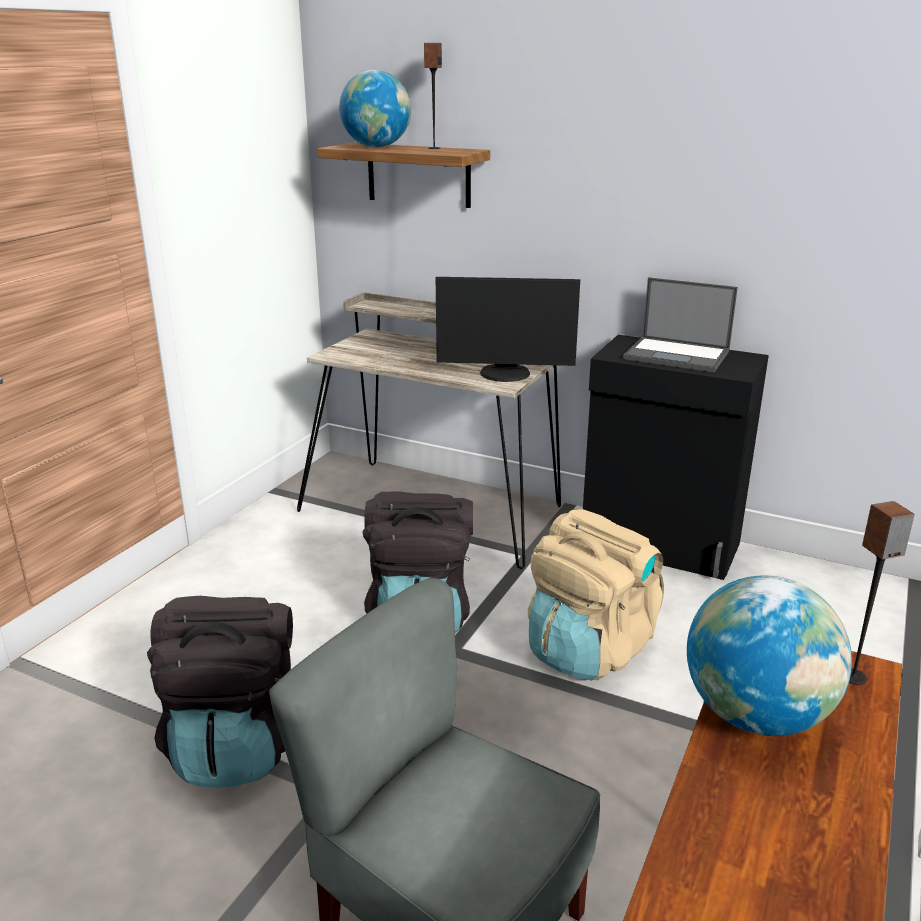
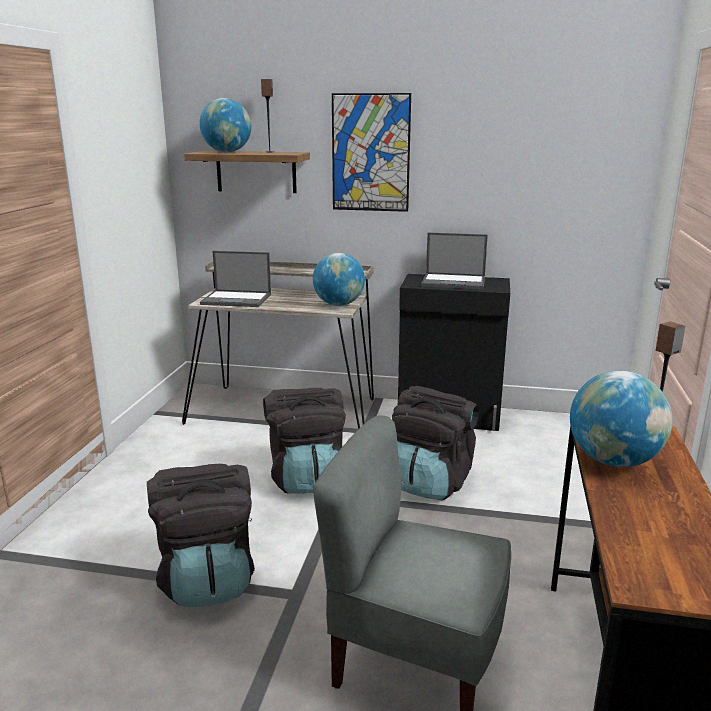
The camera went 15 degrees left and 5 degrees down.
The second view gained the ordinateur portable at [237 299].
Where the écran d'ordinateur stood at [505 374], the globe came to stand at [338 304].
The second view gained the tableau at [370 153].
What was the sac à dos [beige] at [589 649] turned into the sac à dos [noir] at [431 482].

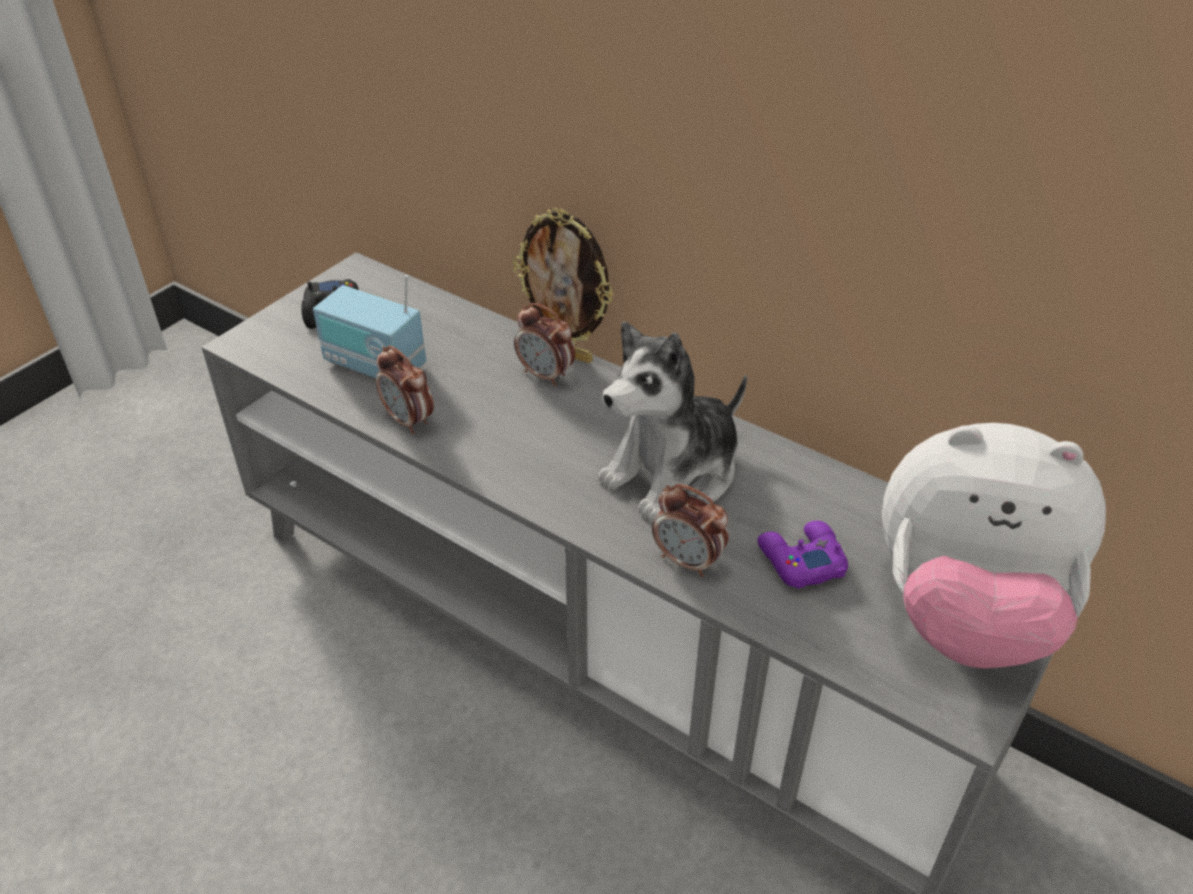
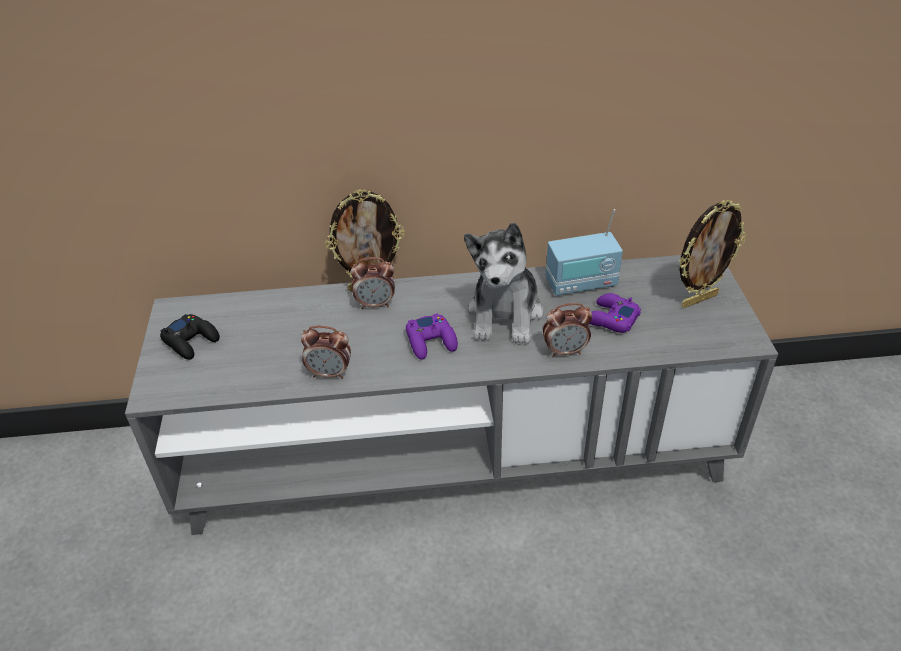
The camera went 40 degrees left and 0 degrees up.
The second view gained the manette [violet] at [431 341].
The radio ended up elsewhere, having gone from [374 365] to [581 284].
Where the peluche stood at [964 614], the cadre photo came to stand at [698 299].

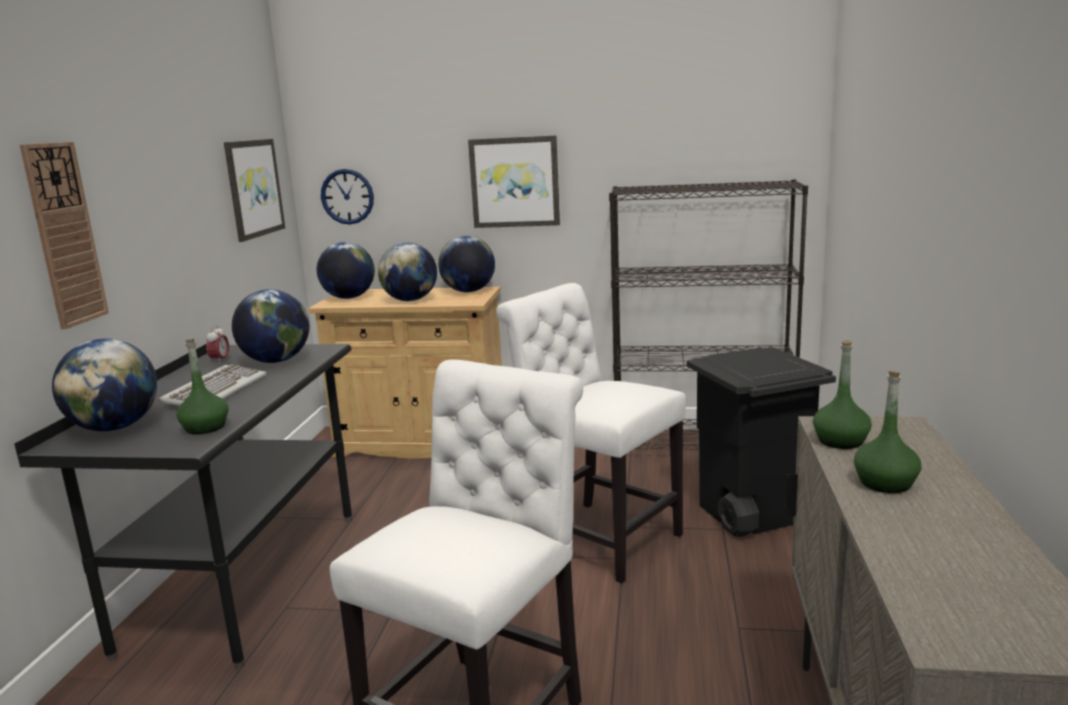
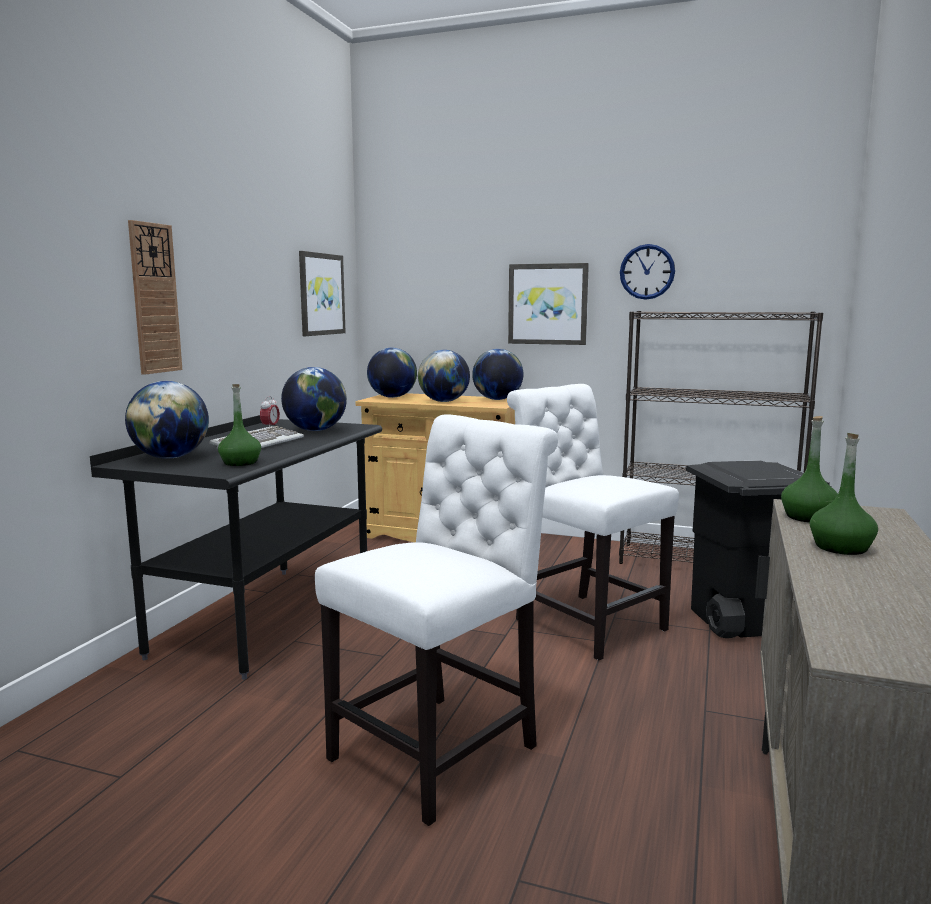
The camera went 10 degrees right and 5 degrees down.
The horloge murale ended up elsewhere, having gone from [347 196] to [647 272].

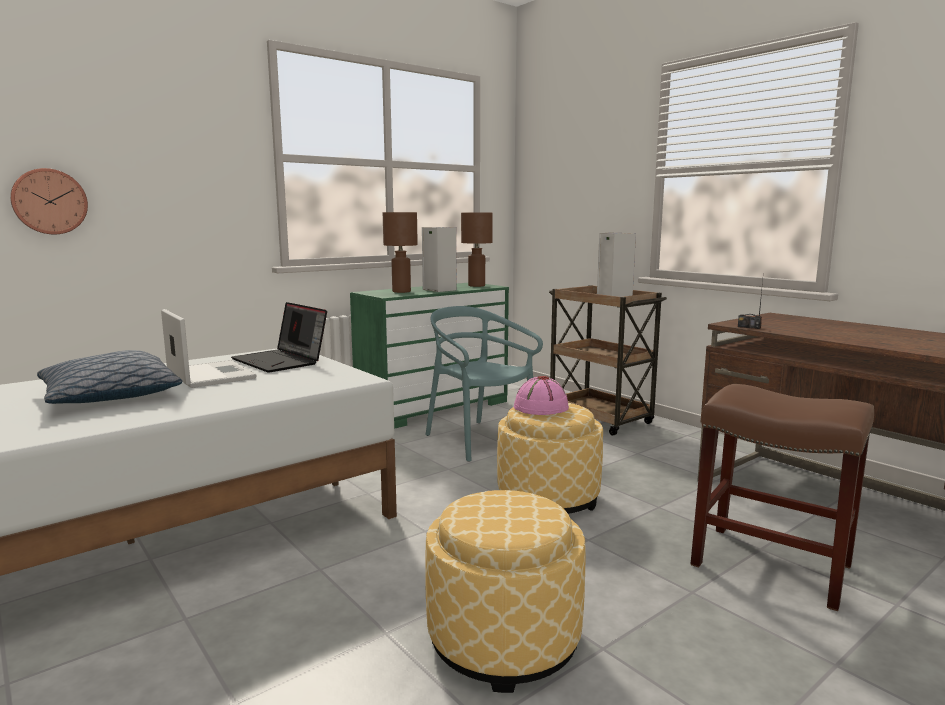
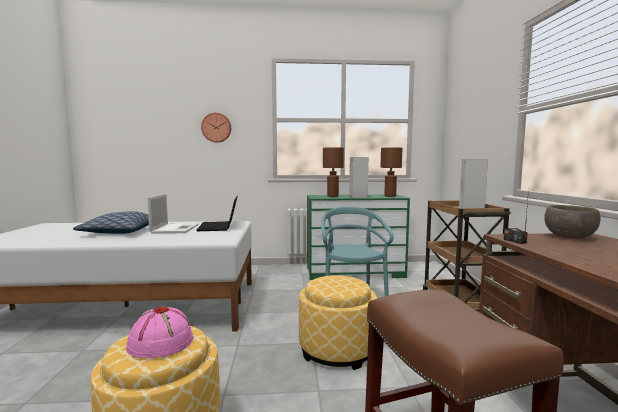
The camera went 35 degrees right and 5 degrees down.
The chapeau [rose] ended up elsewhere, having gone from [540 408] to [160 343].
The horloge murale ended up elsewhere, having gone from [49 201] to [216 127].
The second view gained the bol [marron] at [568 237].

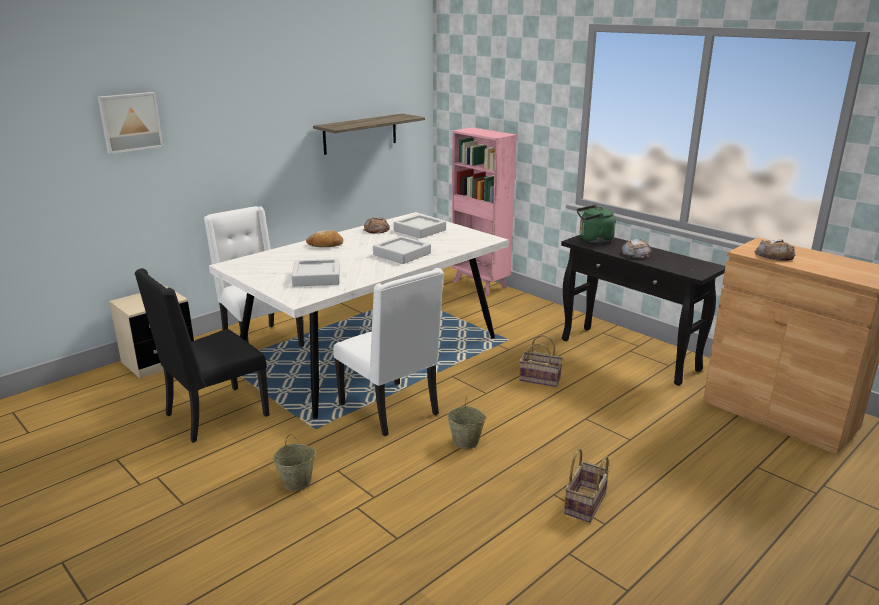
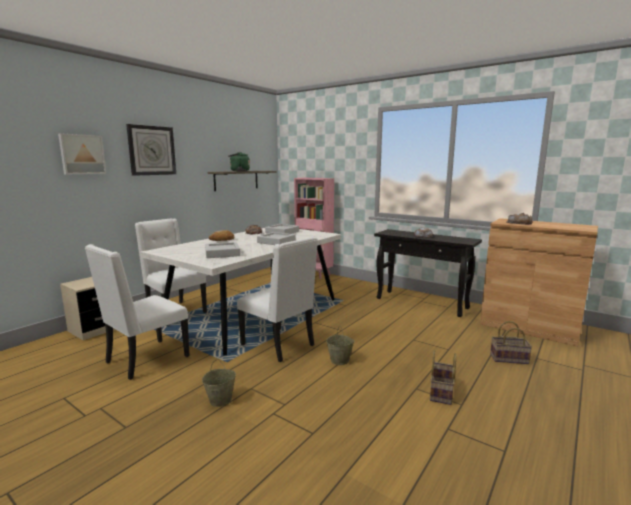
The camera went 10 degrees left and 10 degrees down.
What was the chaise [noir] at [214 415] turned into the chaise [blanc] at [145 360].
The second view gained the horloge murale at [152 150].
The bouilloire [vert] ended up elsewhere, having gone from [593 239] to [238 171].
The panier ended up elsewhere, having gone from [541 379] to [509 358].

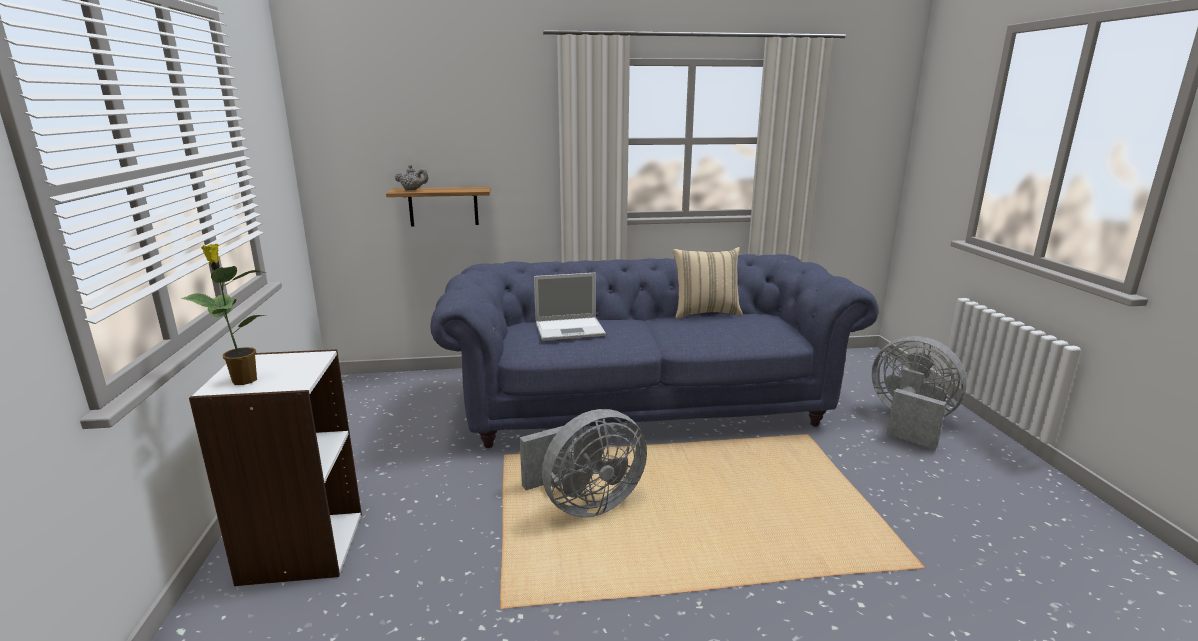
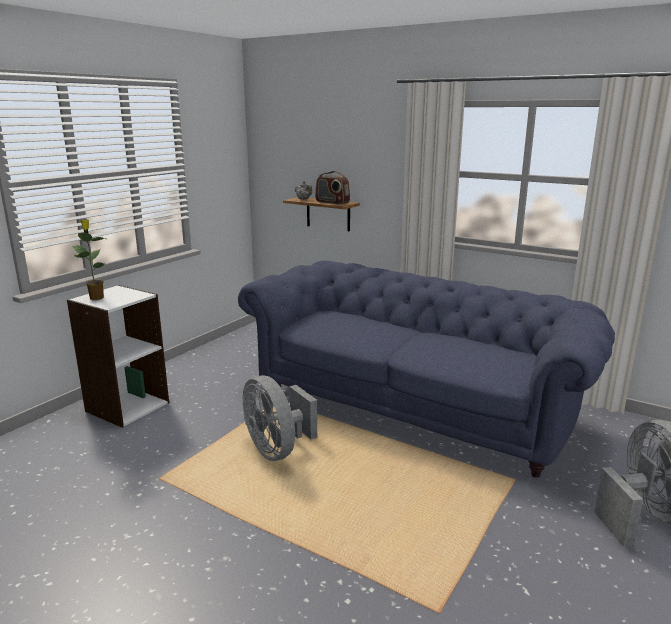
The camera went 40 degrees right and 0 degrees up.
The ventilateur [gris] at [585 504] ended up facing another way, 45 degrees clockwise from before.
The second view gained the radio at [332 202].
The second view lost the ordinateur portable at [571 329].
The second view lost the coussin [beige] at [705 313].

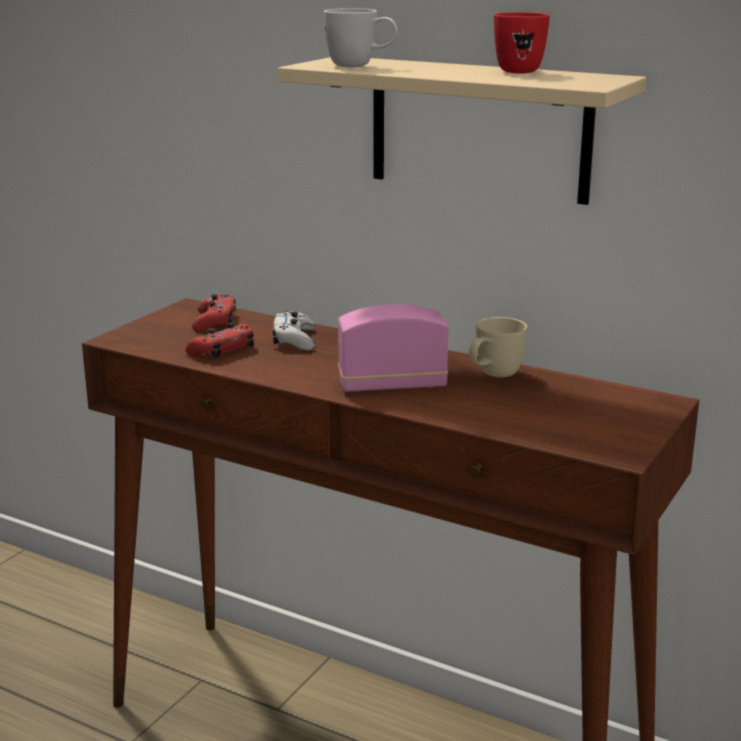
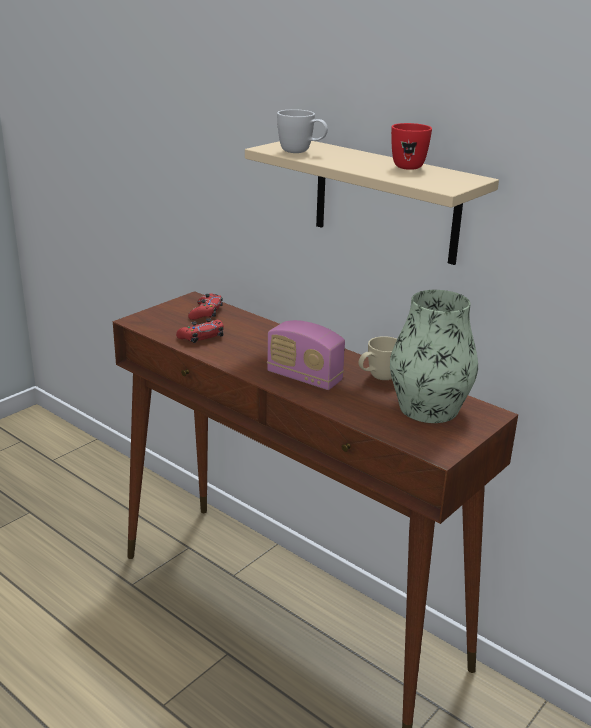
The camera went 10 degrees right and 5 degrees up.
The radio at [392 385] ended up facing another way, 150 degrees counterclockwise from before.
The second view gained the vase at [428 408].
The second view lost the manette [blanc] at [294 339].

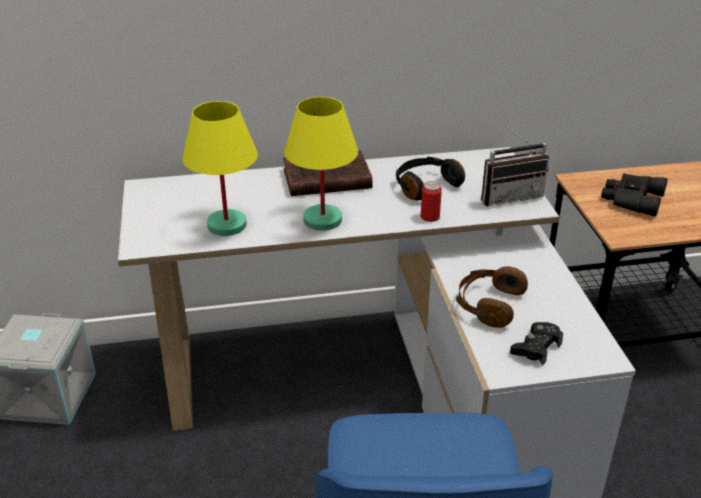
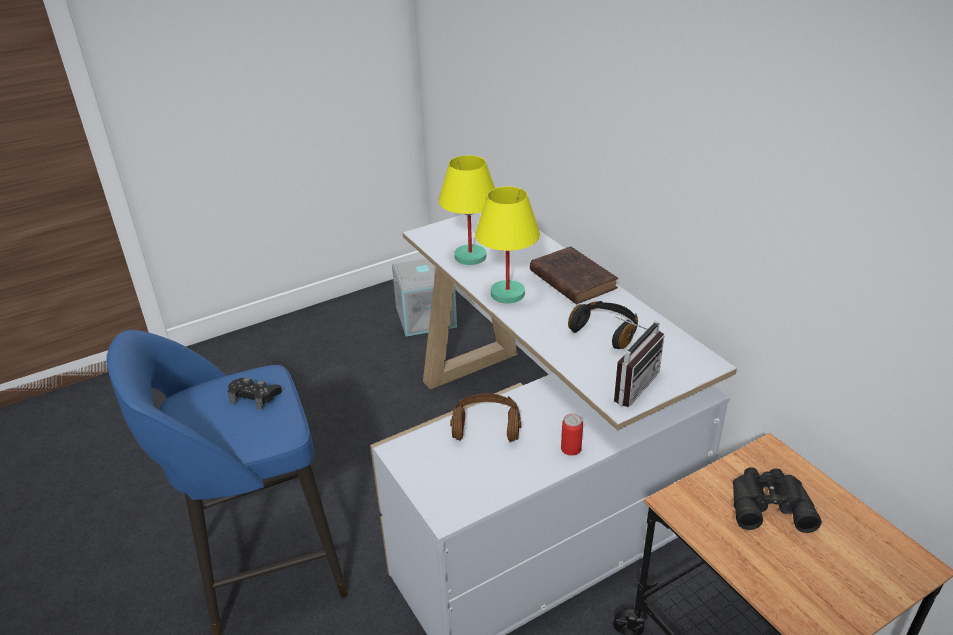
The camera went 70 degrees right and 0 degrees up.
The manette [noir] ended up elsewhere, having gone from [536 348] to [255 396].
The boîte métallique ended up elsewhere, having gone from [430 217] to [571 449].
The radio at [509 196] ended up facing another way, 105 degrees counterclockwise from before.

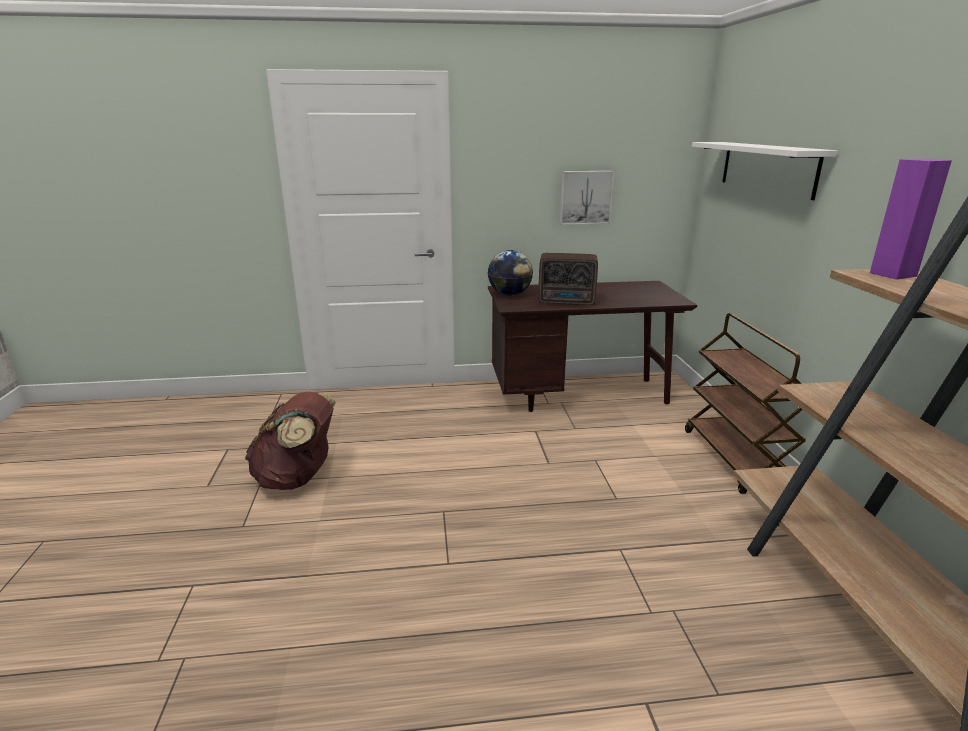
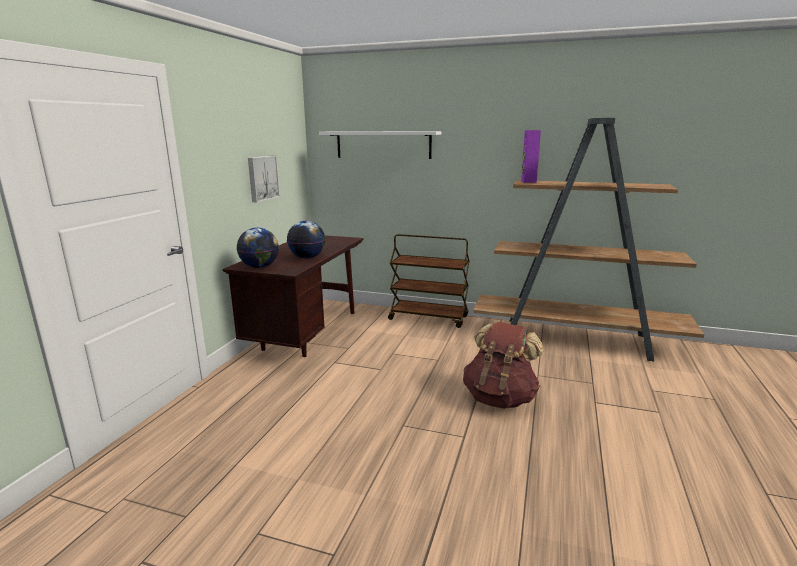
The camera went 65 degrees left and 5 degrees down.
Where the radio stood at [567 302], the globe came to stand at [307 257].
The sac à dos [marron] ended up elsewhere, having gone from [298 478] to [500 398].

